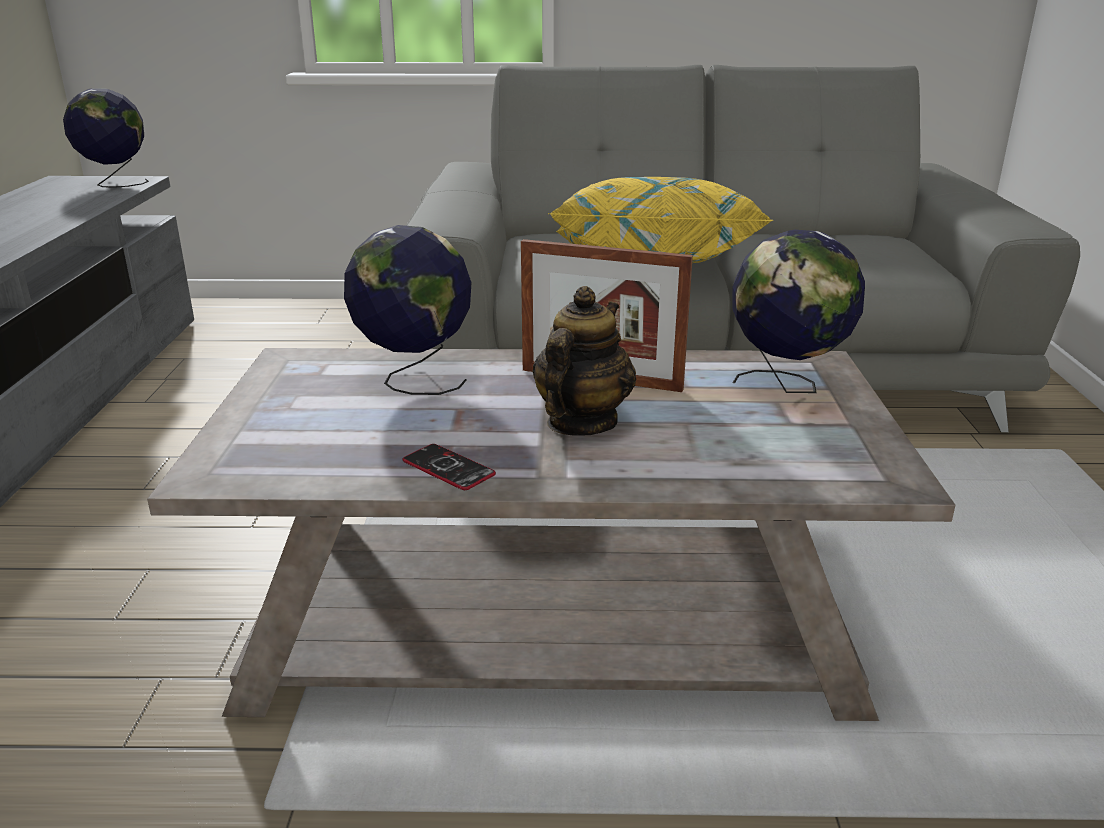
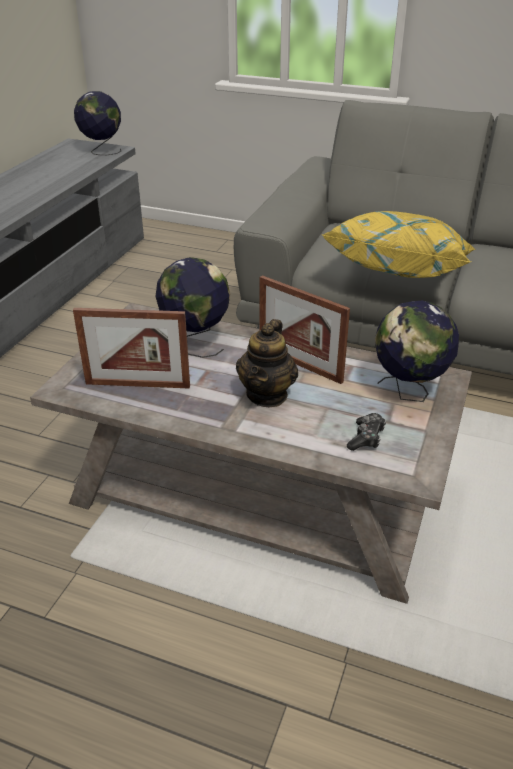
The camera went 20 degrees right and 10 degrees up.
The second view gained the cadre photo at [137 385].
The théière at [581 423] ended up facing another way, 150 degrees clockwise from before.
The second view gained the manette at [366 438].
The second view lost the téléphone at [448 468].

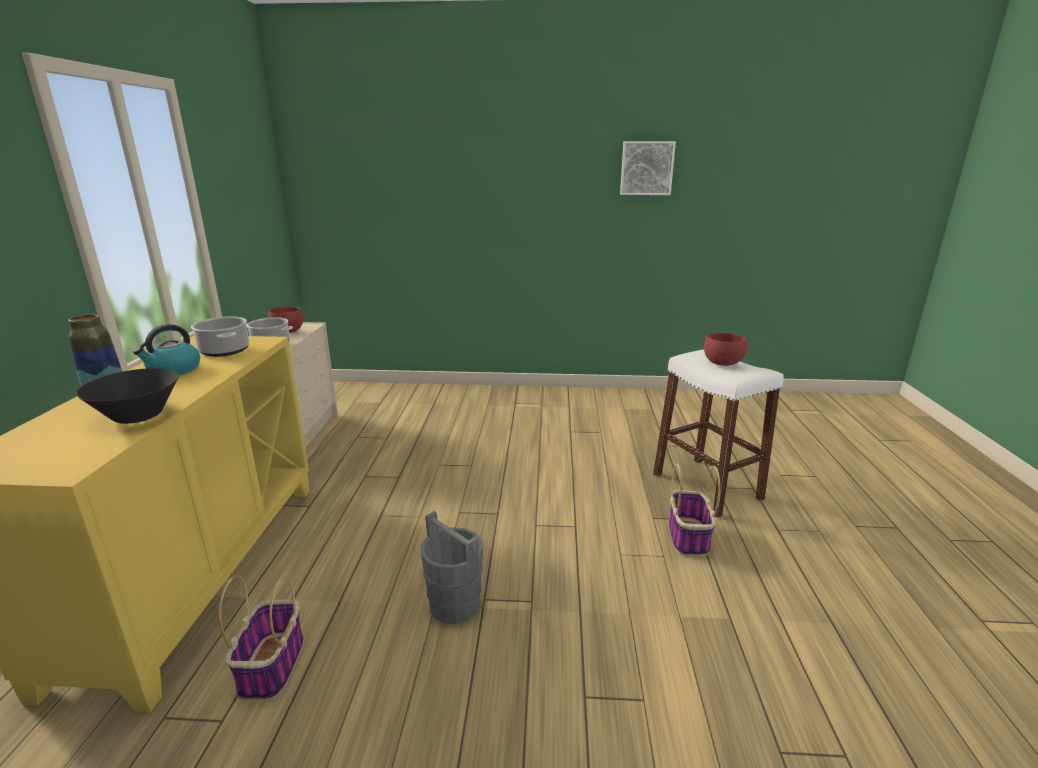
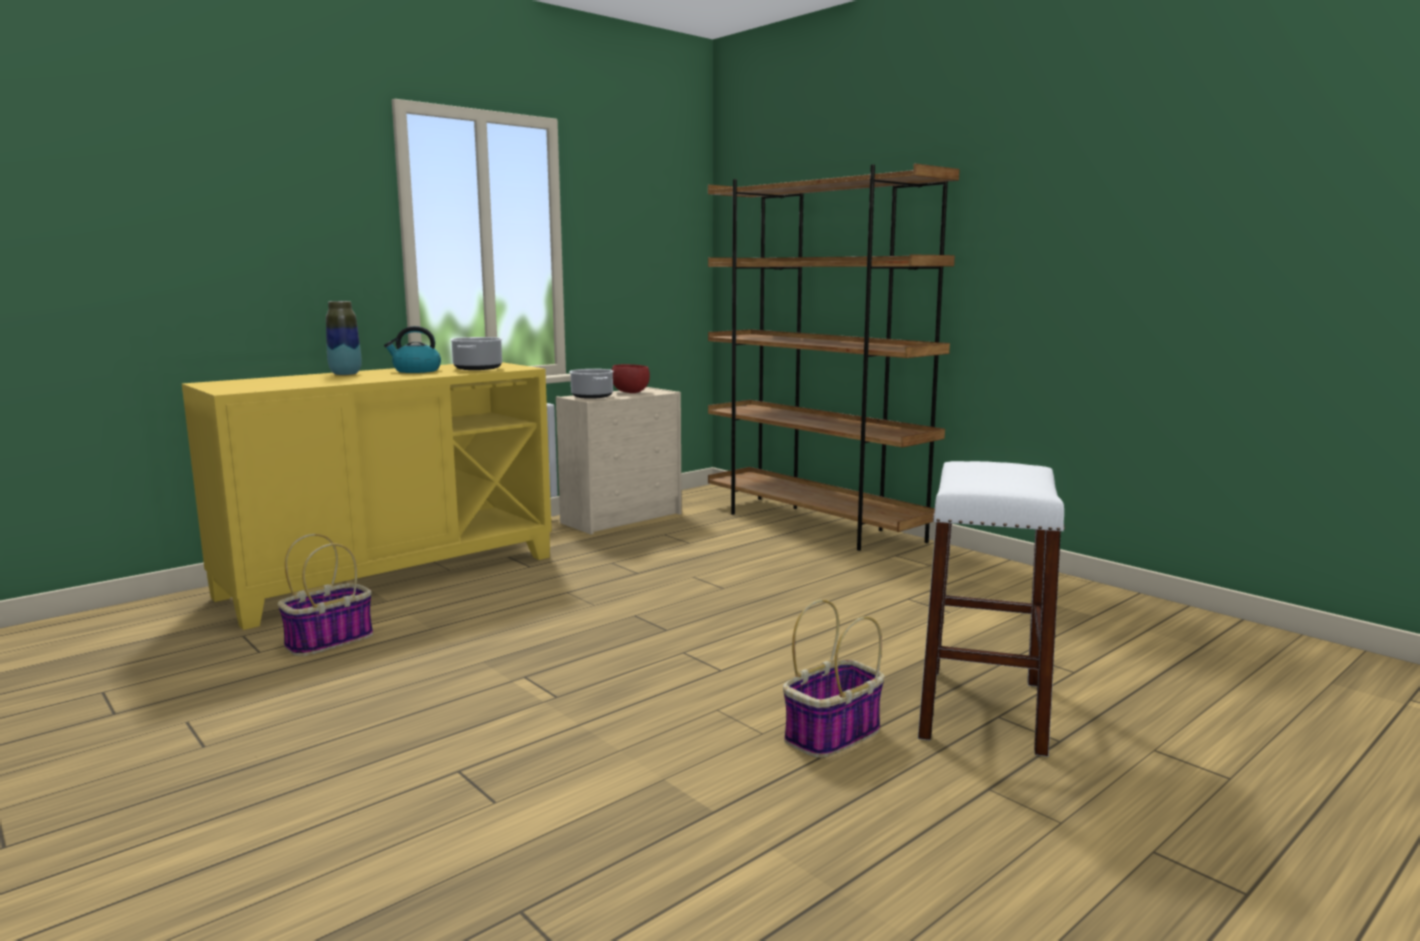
The camera went 45 degrees right and 10 degrees down.
The second view gained the bibliothèque [marron] at [815 524].
The second view lost the bol [noir] at [138 416].
The second view lost the seau [gris] at [454 604].
The second view lost the tableau at [646 168].
The second view lost the bol [rouge] at [723 364].

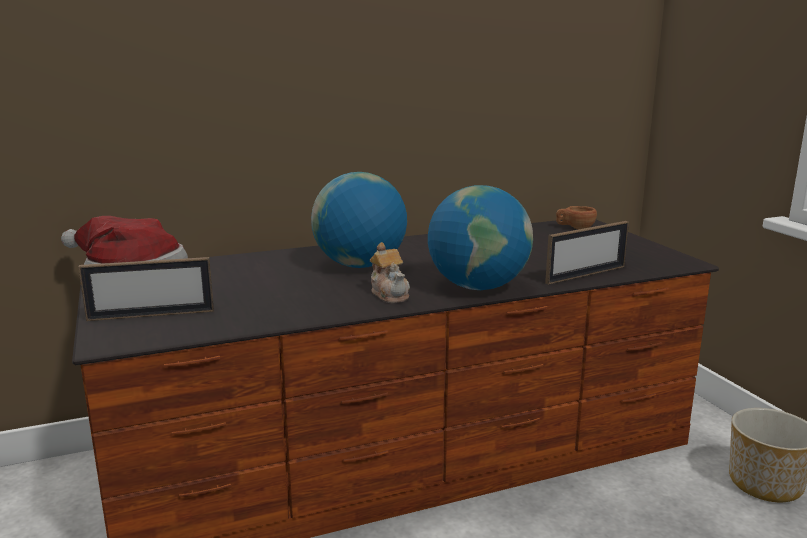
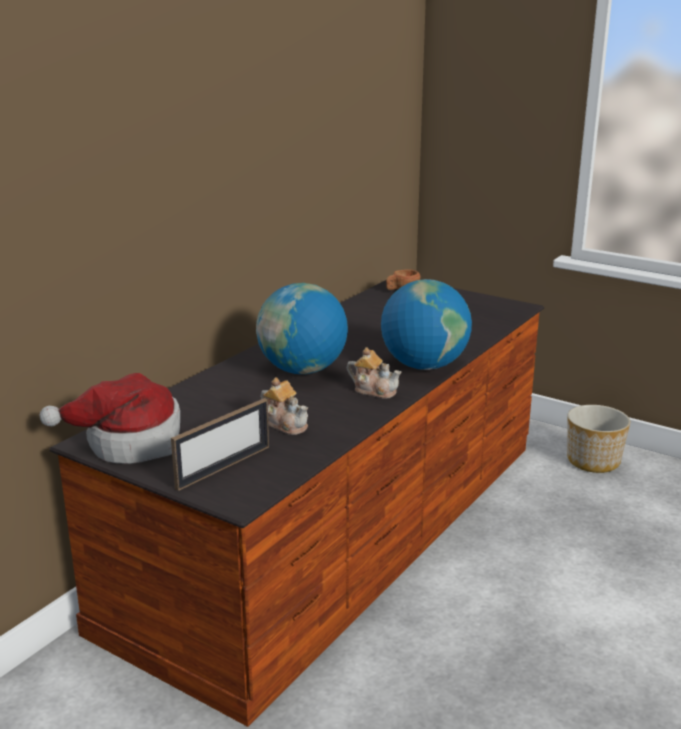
The camera went 35 degrees left and 5 degrees up.
The second view gained the théière at [286 424].
The second view lost the cadre photo at [586 274].

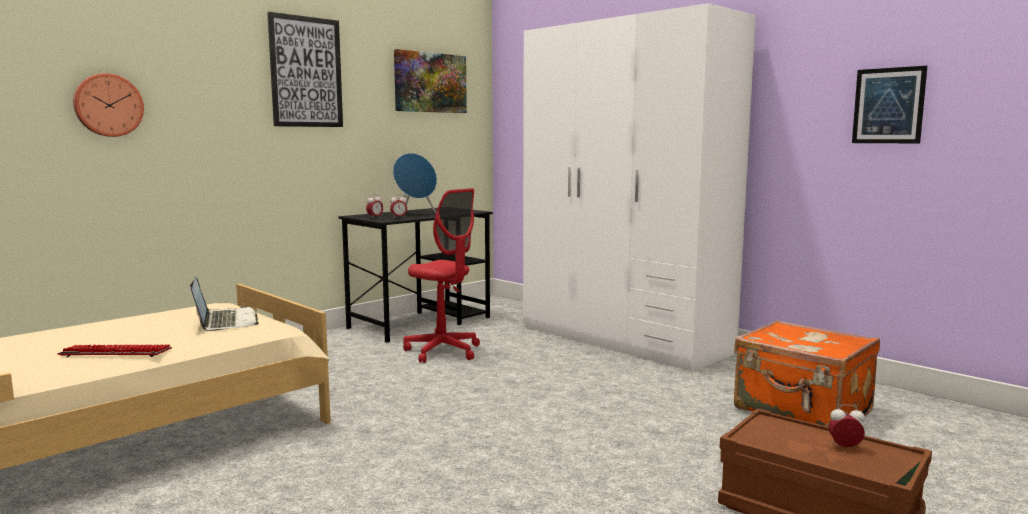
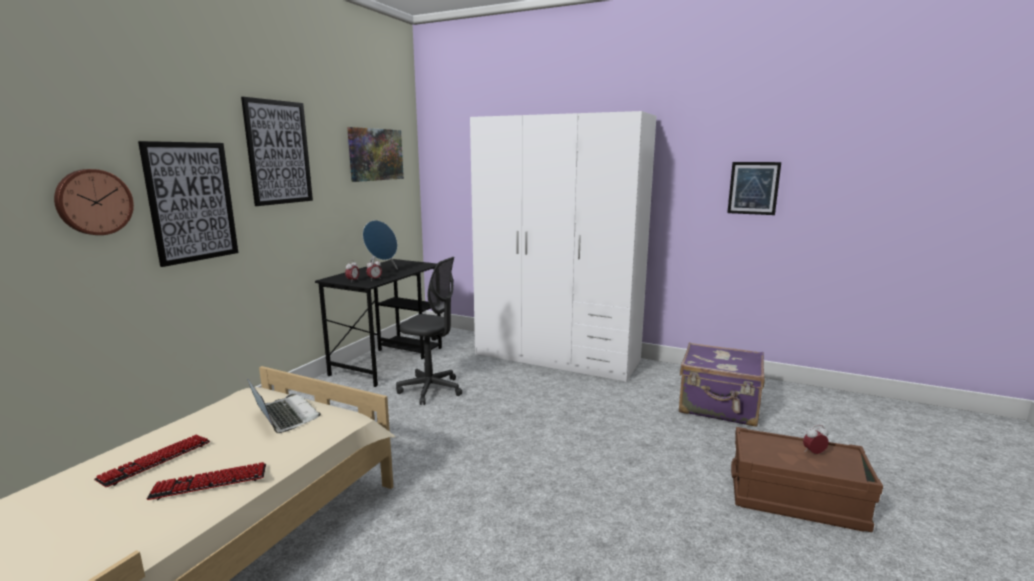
The camera went 20 degrees left and 5 degrees up.
The second view gained the clavier at [156 461].
The second view gained the tableau at [191 202].
What was the chaise de bureau [rouge] at [443 351] turned into the chaise de bureau [gris] at [431 390].
What was the valise [orange] at [802 411] turned into the valise [violet] at [719 407].

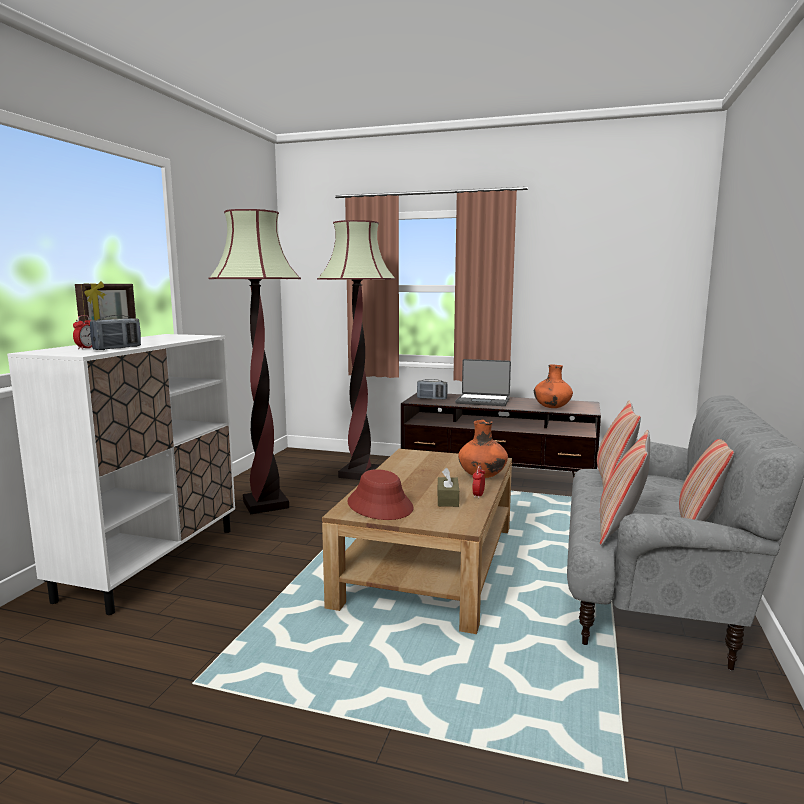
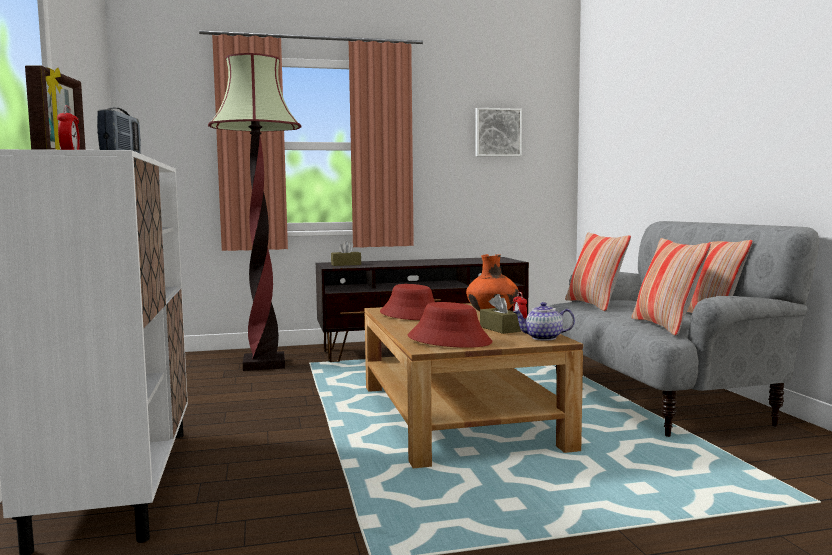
The camera went 30 degrees left and 5 degrees down.
Where the radio stood at [432 398], the boîte à mouchoirs [marron] came to stand at [346 264].
The second view gained the chapeau [rouge] at [412 315].
The second view gained the tableau at [497 132].
The second view gained the théière at [543 338].
The second view lost the lampadaire at [266 504].
The second view lost the ordinateur portable at [483 401].
The second view lost the vase [orange] at [551 407].

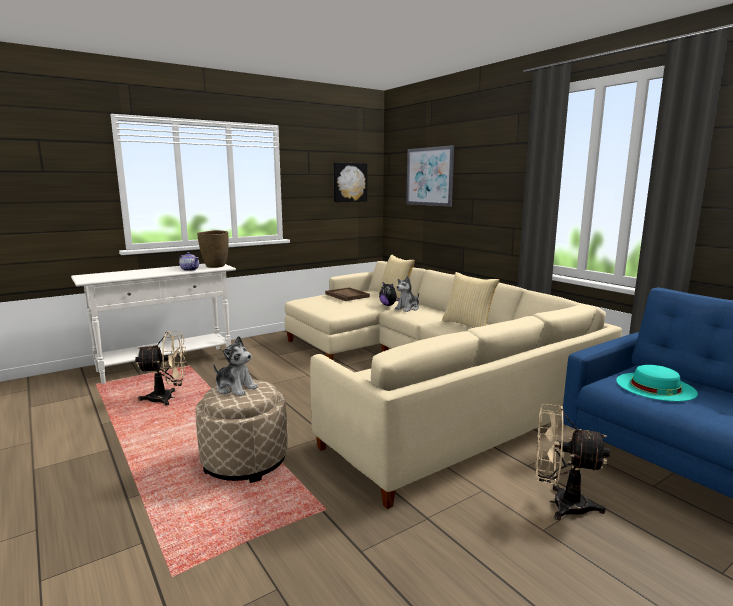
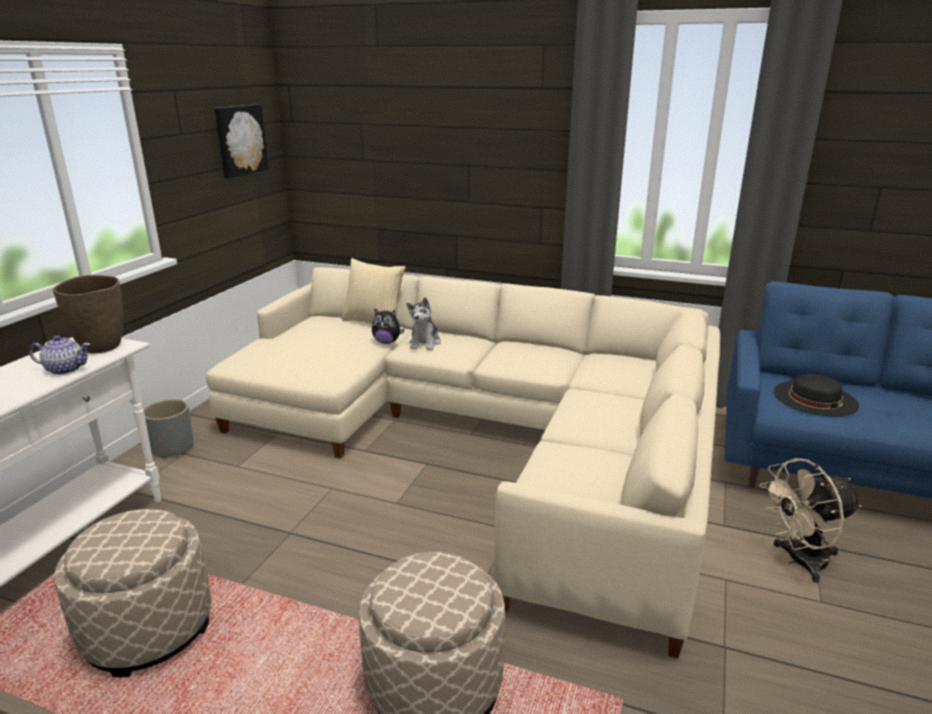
The camera went 35 degrees left and 10 degrees up.
Where the ventilateur [beige] stood at [167 398], the pouf [beige] came to stand at [148 629].
The second view gained the cache-pot [gris] at [172 448].
What was the chapeau [turquoise] at [655 386] turned into the chapeau [noir] at [815 398].
The second view lost the peluche at [235 388].
The second view lost the plateau [marron] at [347 295].
The second view lost the tableau at [429 176].
The second view lost the coussin at [468 324].

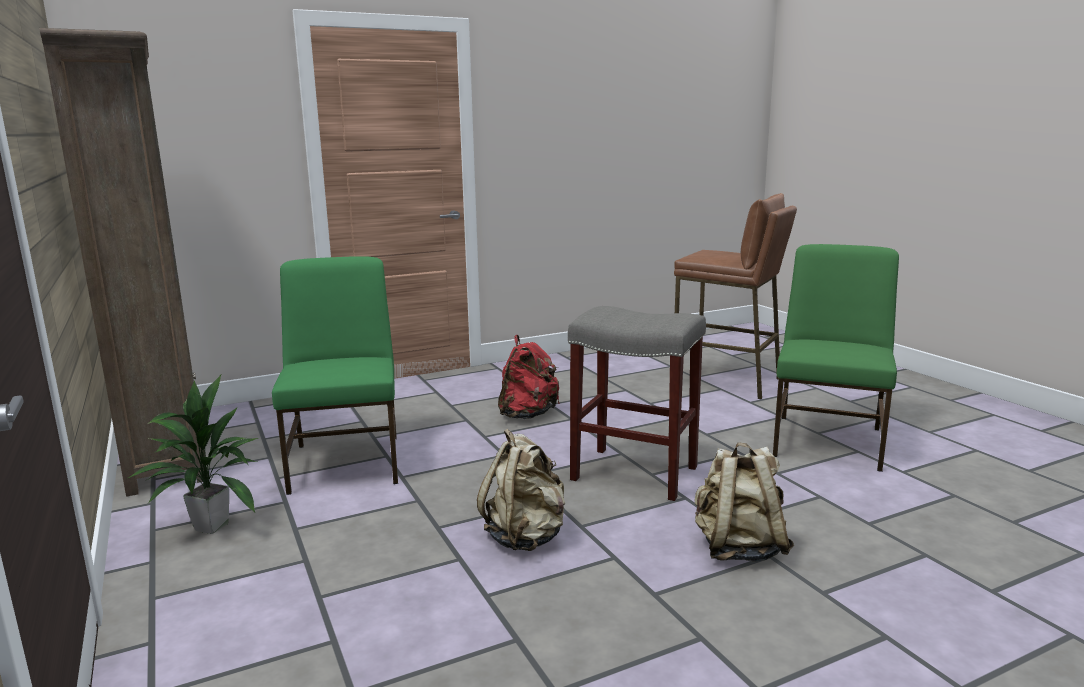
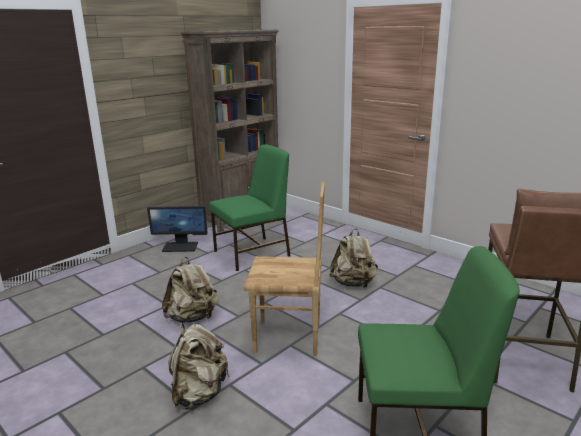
The camera went 70 degrees right and 5 degrees up.
Where the plante en pot stood at [210 527], the écran d'ordinateur came to stand at [180 246].
Where the tabouret [gris] stood at [636 473], the chaise [marron] came to stand at [288 339].
What was the sac à dos [rouge] at [527 415] turned into the sac à dos [beige] at [353 283].

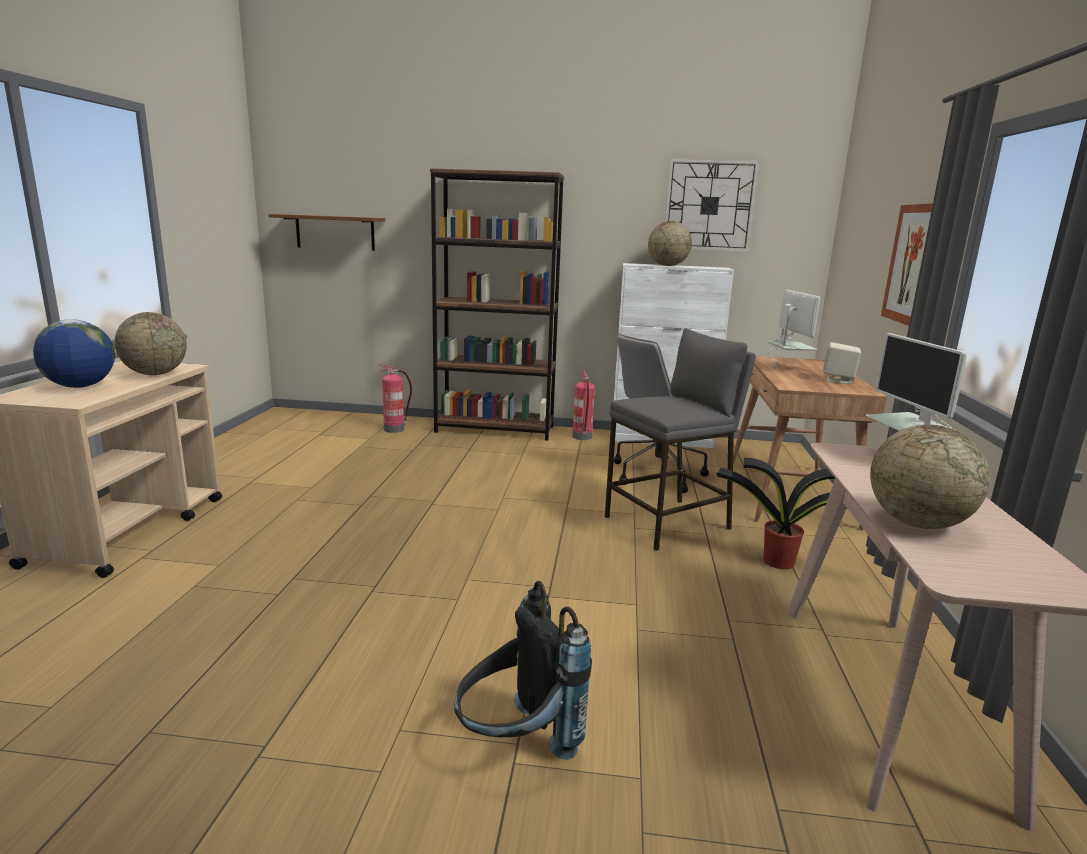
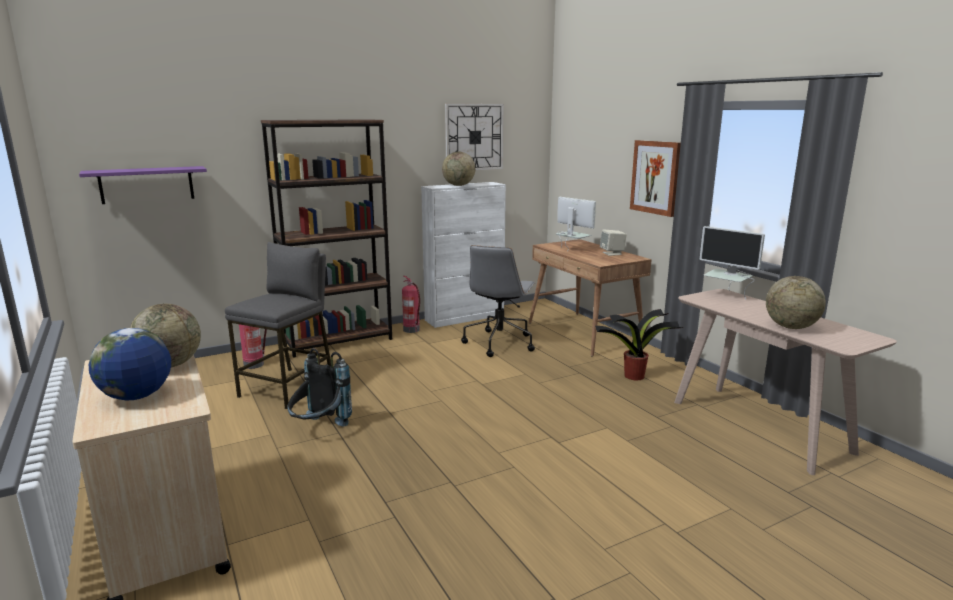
The camera went 35 degrees left and 0 degrees up.
What was the étagère [marron] at [335 232] turned into the étagère [violet] at [147 184].
The tabouret [gris] ended up elsewhere, having gone from [668 523] to [288 387].
The sac à dos [noir] ended up elsewhere, having gone from [517 745] to [319 429].

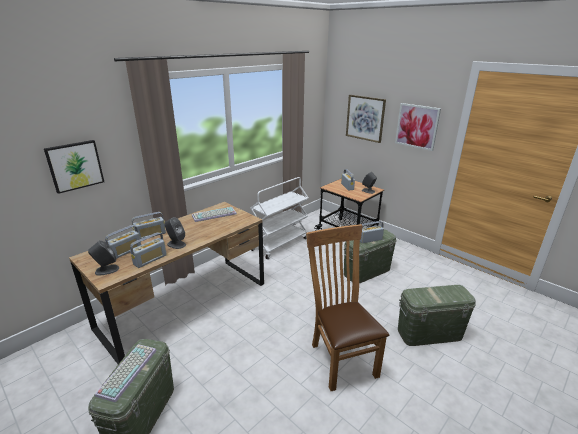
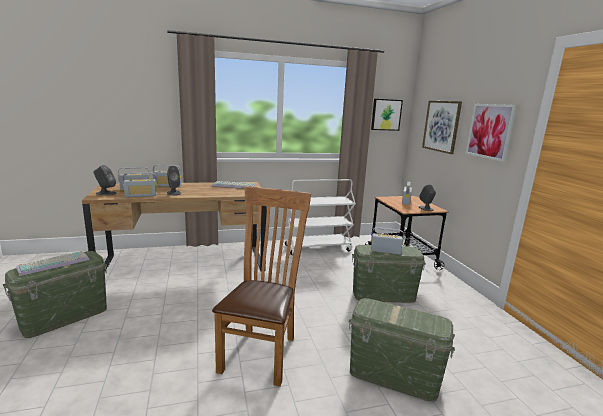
The camera went 30 degrees right and 10 degrees down.
The tableau ended up elsewhere, having gone from [75 165] to [386 114].

